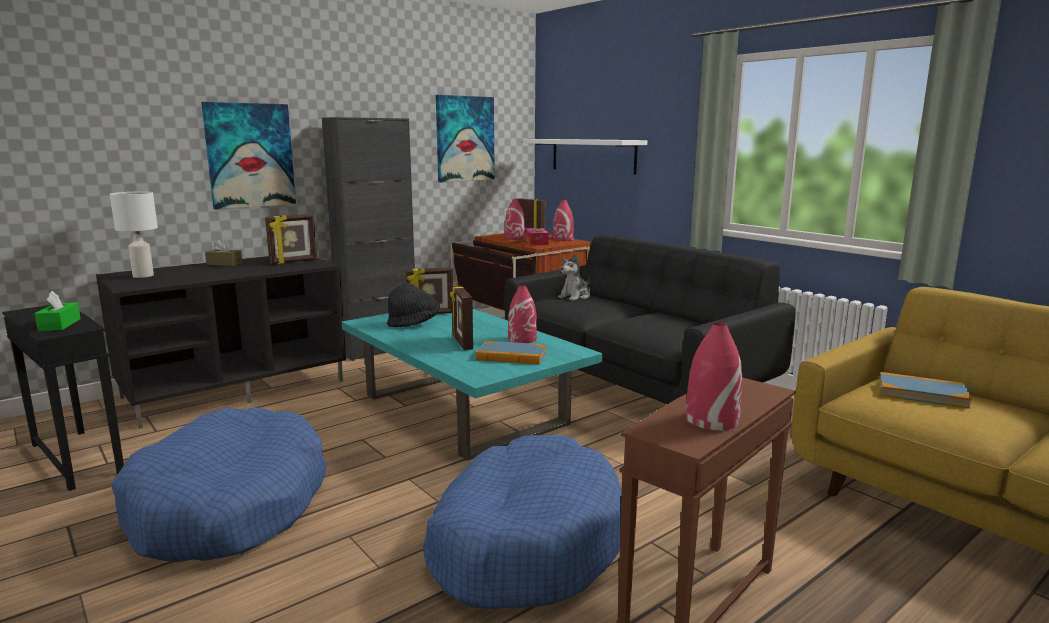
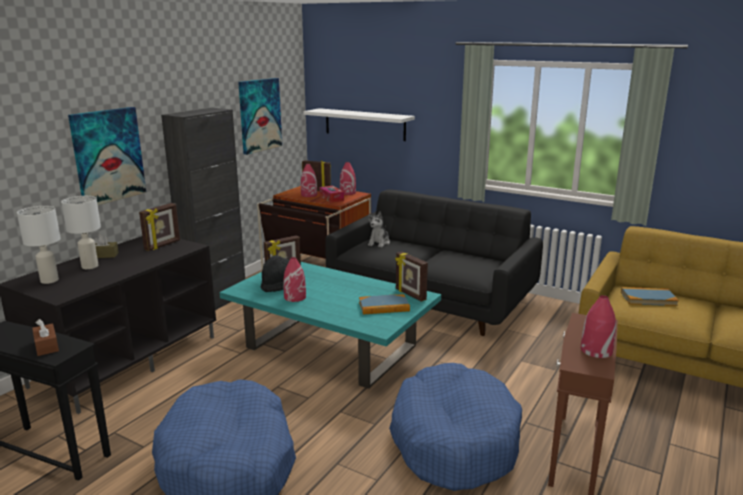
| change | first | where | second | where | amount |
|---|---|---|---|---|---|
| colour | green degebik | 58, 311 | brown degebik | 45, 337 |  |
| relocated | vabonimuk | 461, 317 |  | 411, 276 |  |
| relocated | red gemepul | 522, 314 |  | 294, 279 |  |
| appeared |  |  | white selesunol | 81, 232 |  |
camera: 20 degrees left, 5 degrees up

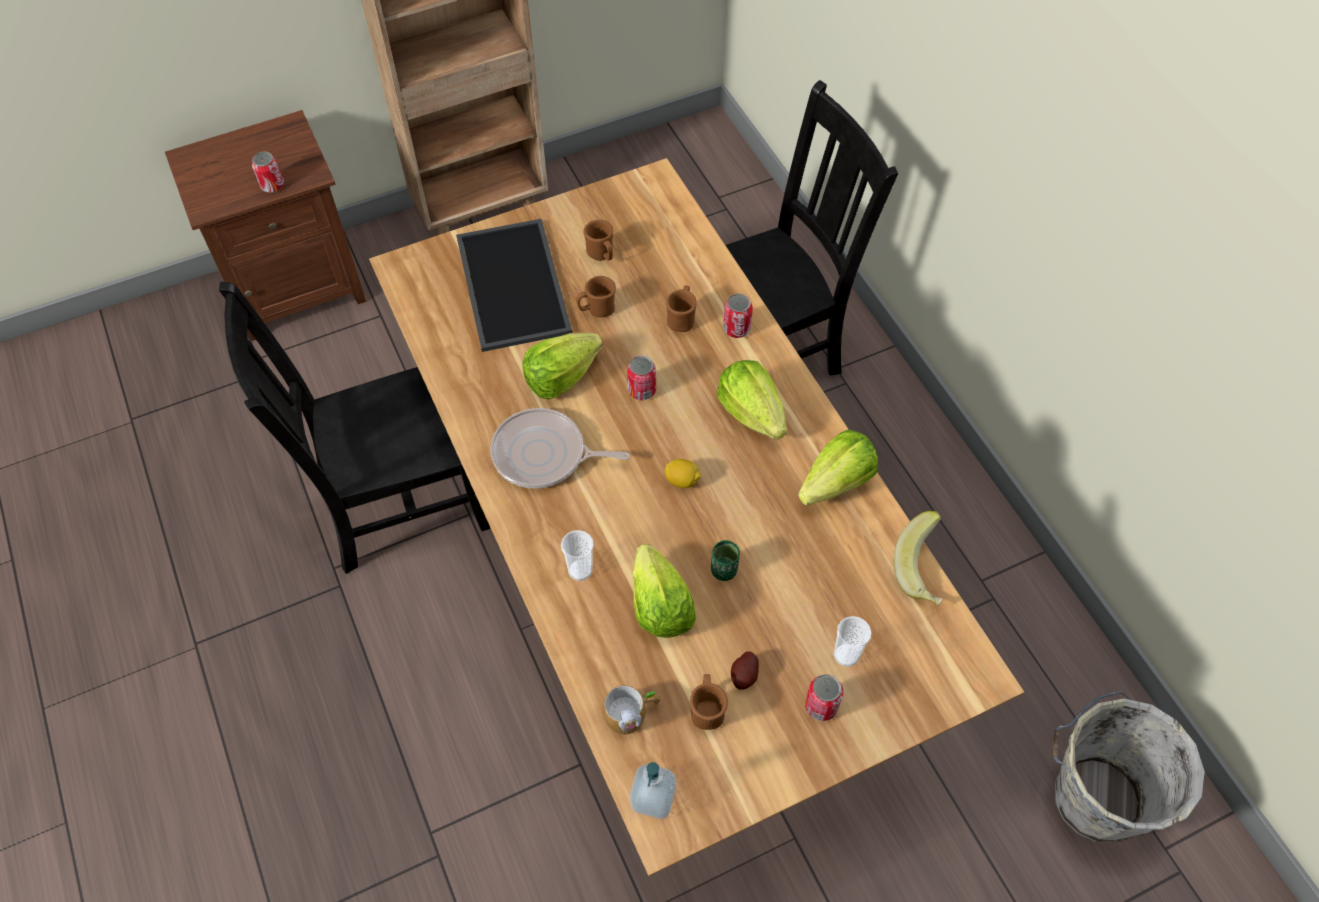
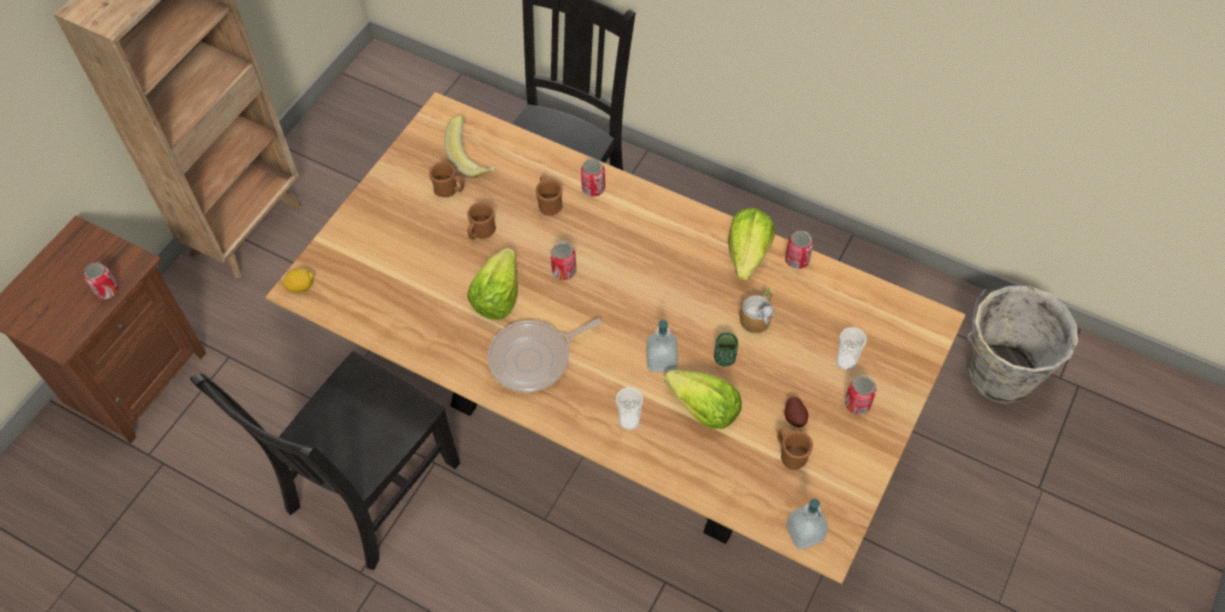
| change | first | where | second | where | amount |
|---|---|---|---|---|---|
| missing | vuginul | 514, 285 |  |  |  |
| relocated | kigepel | 631, 710 |  | 757, 311 |  |
| relocated | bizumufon | 683, 473 |  | 298, 280 |  |
| missing | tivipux | 752, 399 |  |  |  |
| relocated | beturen | 918, 558 |  | 469, 146 |  |
| appeared |  |  | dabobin | 662, 346 |  |
| appeared |  |  | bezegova | 799, 250 |  |
camera: 35 degrees left, 0 degrees up

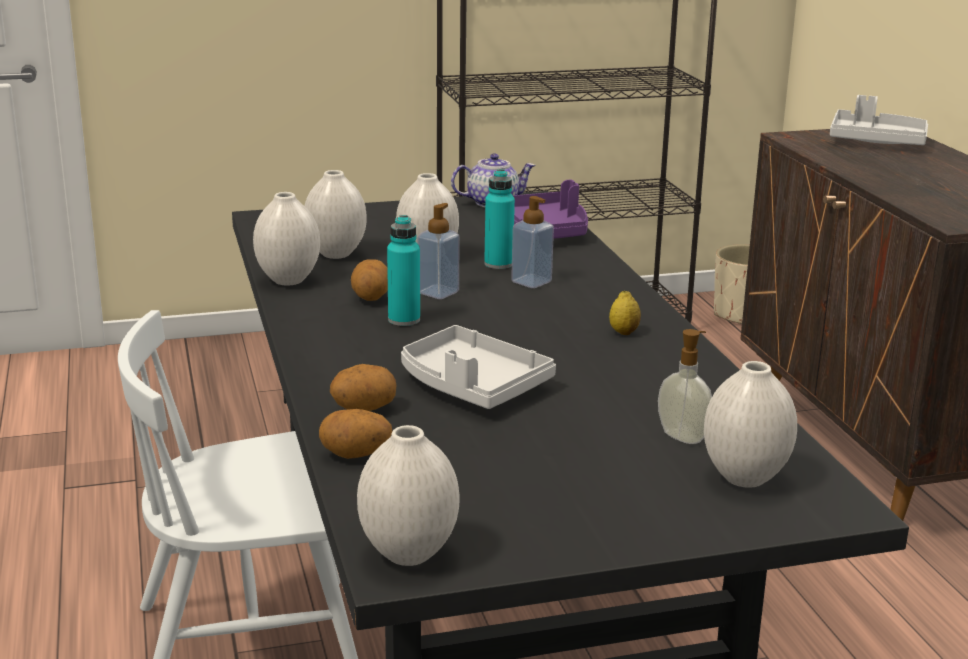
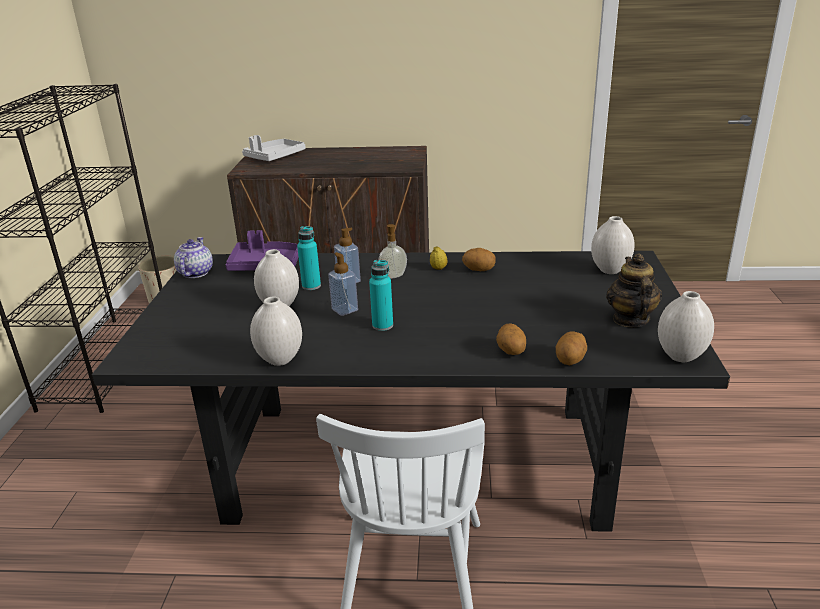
| change | first | where | second | where | amount |
|---|---|---|---|---|---|
| missing | white gemepul | 336, 214 |  |  |  |
| relocated | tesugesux | 369, 280 |  | 479, 259 |  |
| missing | grey vuginul | 478, 367 |  |  |  |
| relocated | dabobin | 685, 386 |  | 392, 251 |  |
| appeared |  |  | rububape | 634, 290 |  |
camera: 70 degrees left, 5 degrees up

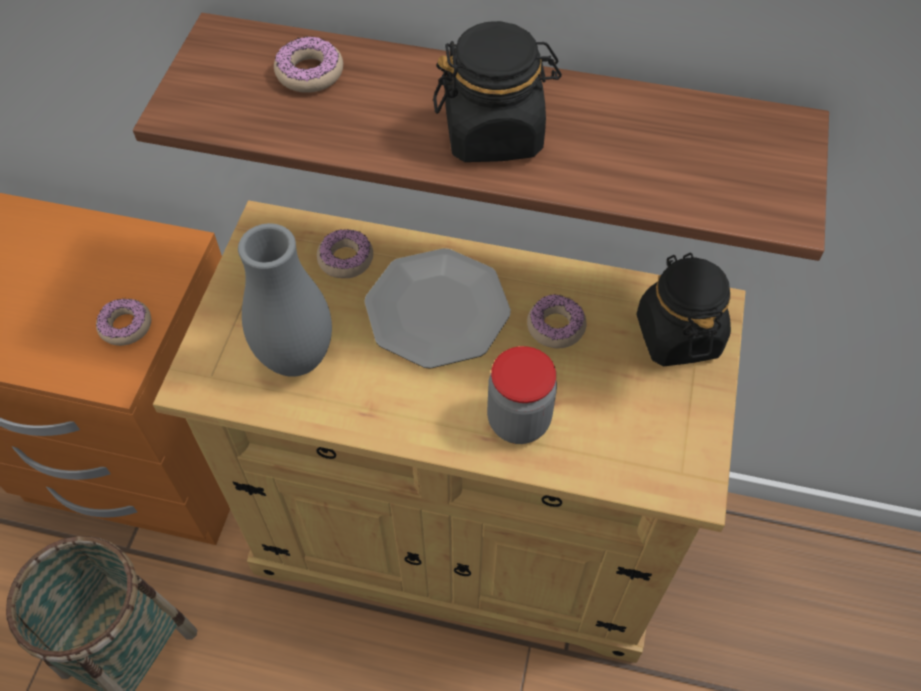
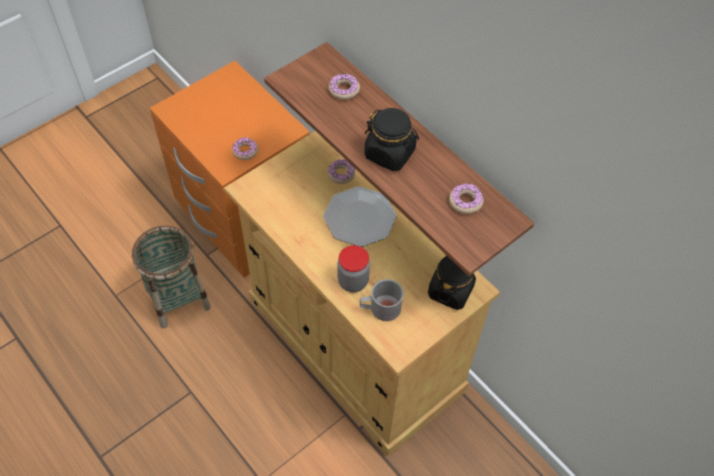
| change | first | where | second | where | amount |
|---|---|---|---|---|---|
| missing | grey gemepul | 285, 300 |  |  |  |
| relocated | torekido | 557, 321 |  | 466, 198 |  |
| appeared |  |  | grey kigepel | 382, 300 |  |
camera: 35 degrees right, 0 degrees up

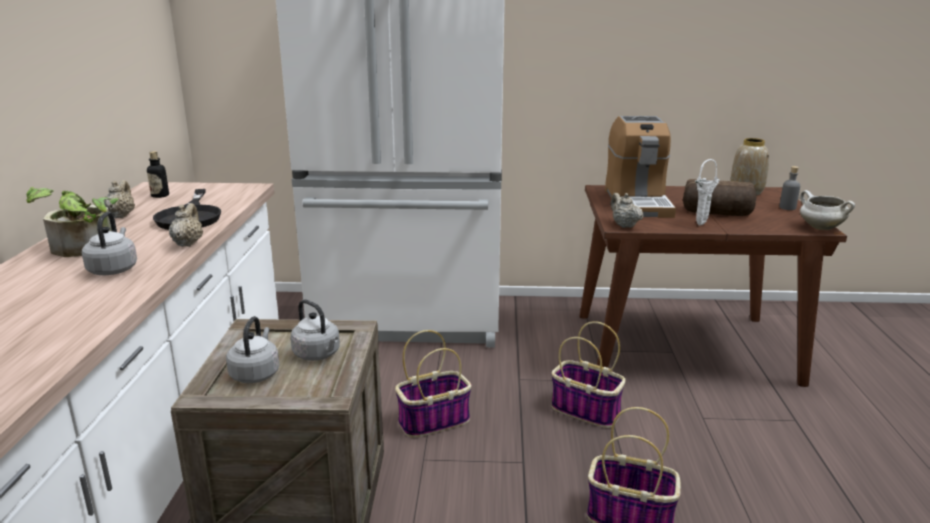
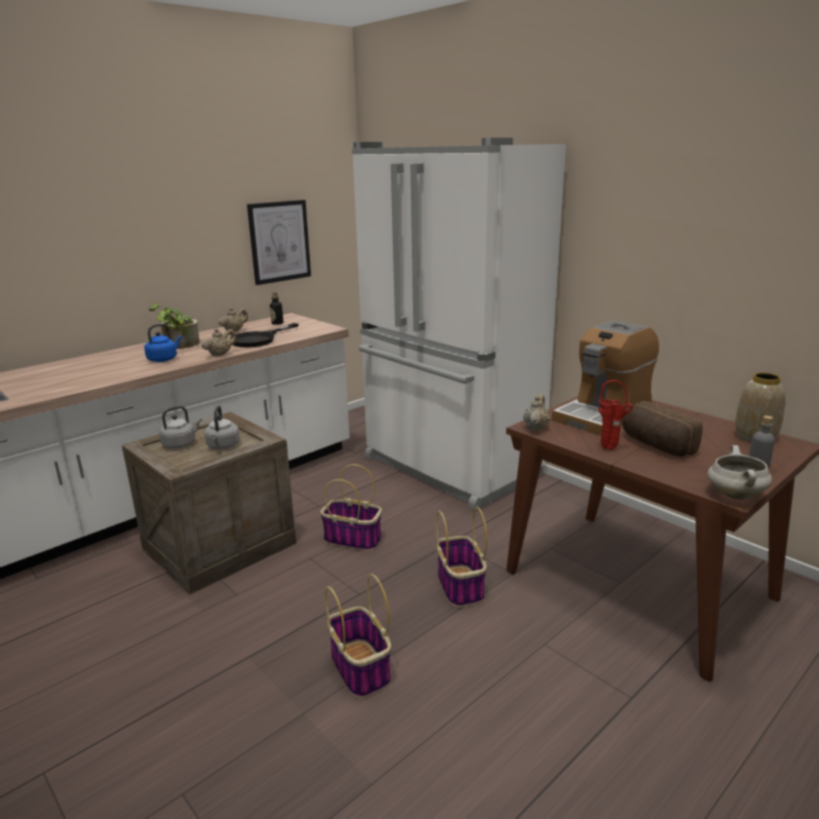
| change | first | where | second | where | amount |
|---|---|---|---|---|---|
| colour | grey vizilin | 109, 243 | blue vizilin | 163, 342 |  |
| colour | white gemepul | 707, 192 | red gemepul | 616, 415 |  |
| appeared |  |  | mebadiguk | 279, 242 |  |
camera: 45 degrees right, 0 degrees up

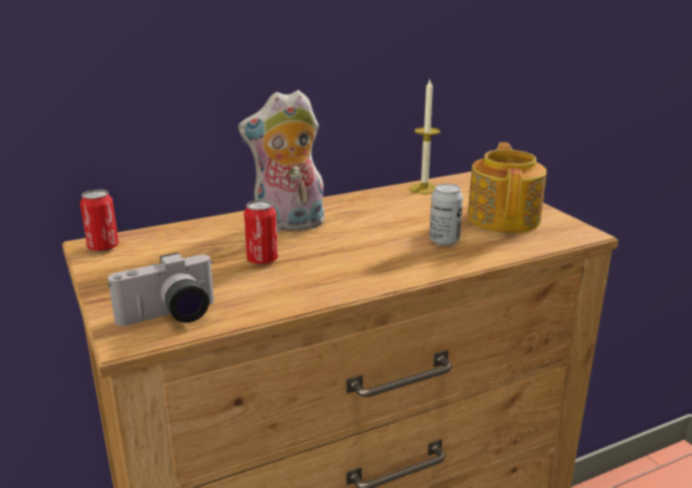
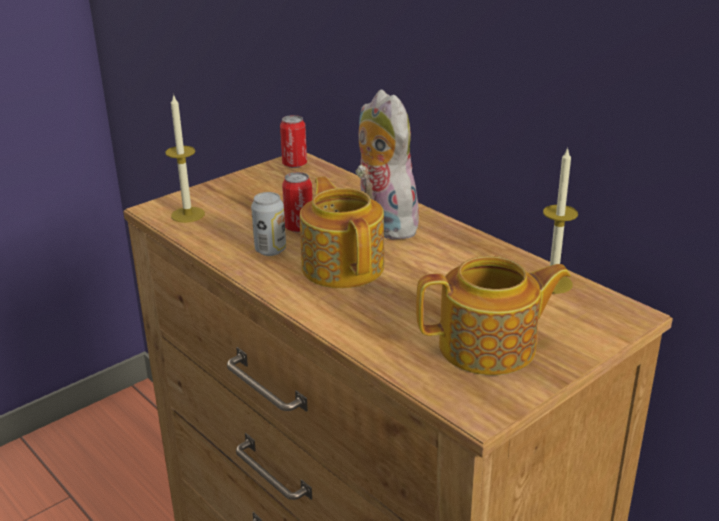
| change | first | where | second | where | amount |
|---|---|---|---|---|---|
| exchanged | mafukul | 161, 289 | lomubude | 185, 158 |  |
| relocated | bezegova | 446, 215 |  | 268, 224 |  |
| appeared |  |  | rububape | 342, 232 |  |
camera: 75 degrees right, 5 degrees up

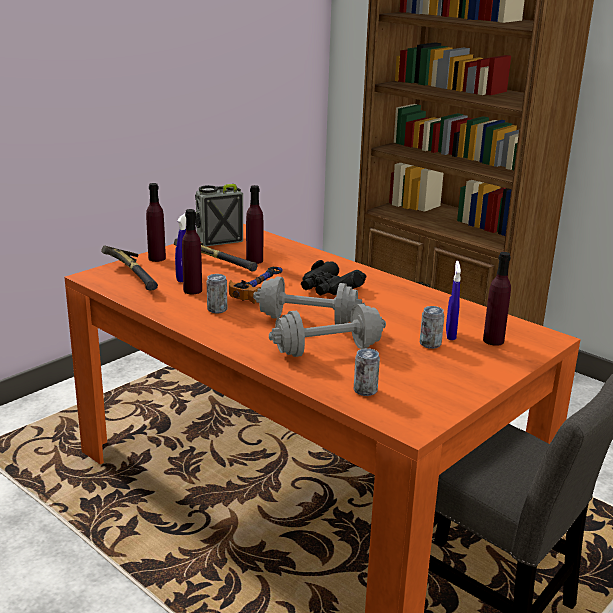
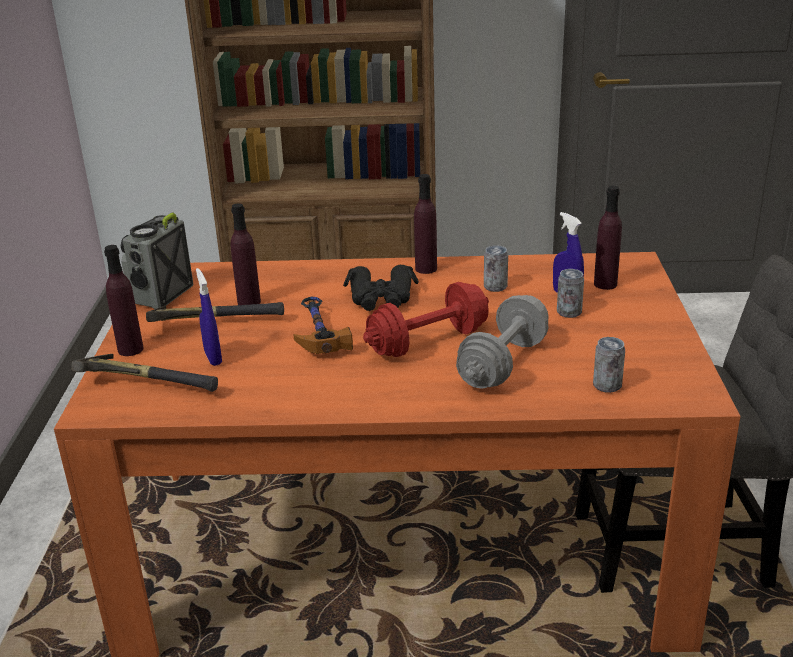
| change | first | where | second | where | amount |
|---|---|---|---|---|---|
| relocated | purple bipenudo | 192, 251 |  | 425, 224 |  |
| relocated | bezegova | 217, 293 |  | 496, 268 |  |
| colour | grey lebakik | 309, 300 | red lebakik | 426, 319 |  |
camera: 40 degrees left, 5 degrees up

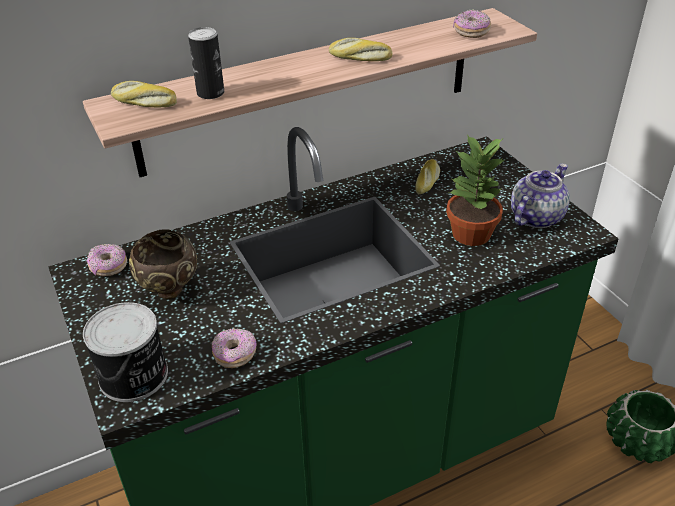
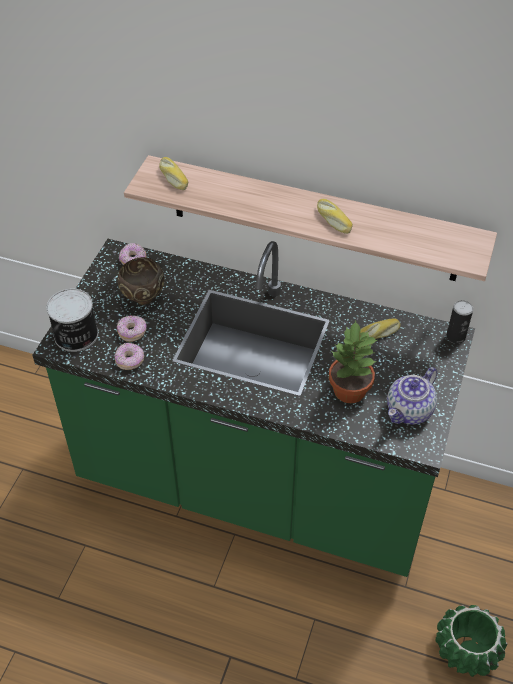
| change | first | where | second | where | amount |
|---|---|---|---|---|---|
| relocated | bezegova | 206, 63 |  | 459, 322 |  |
| relocated | torekido | 472, 24 |  | 132, 328 |  |
| spun | rububape | 540, 196 |  | 412, 396 | 135 degrees clockwise |
camera: 45 degrees right, 10 degrees up

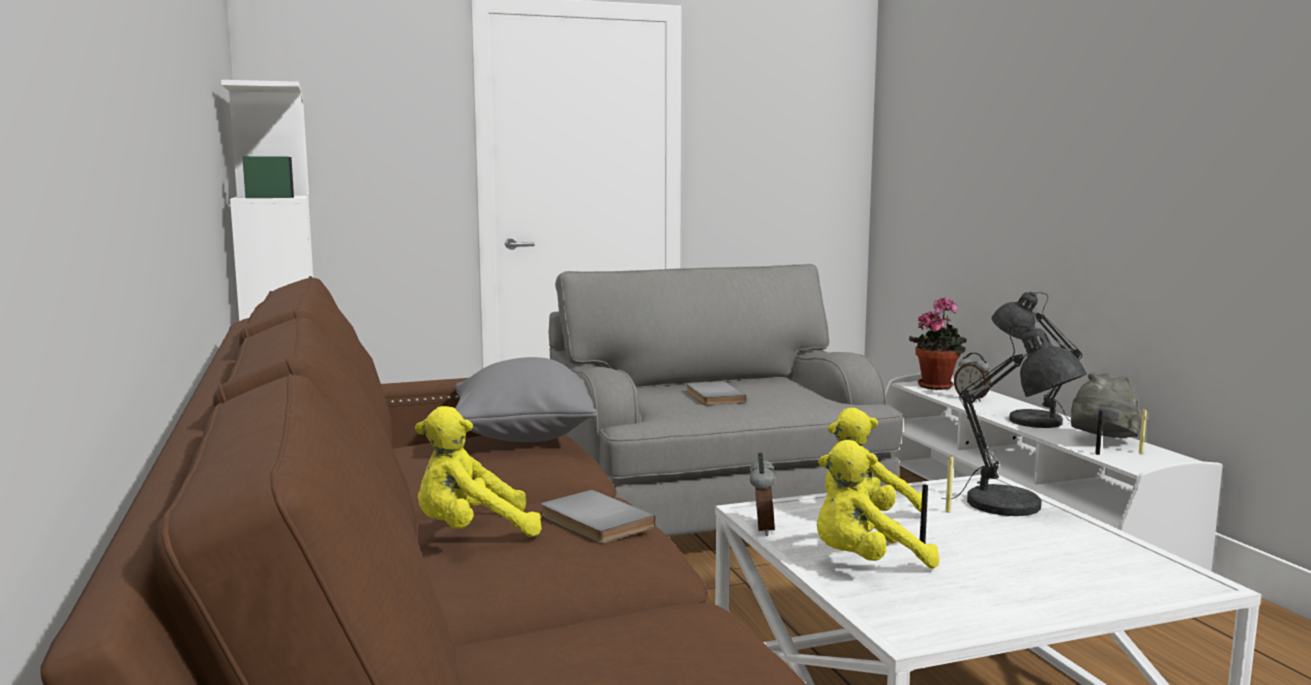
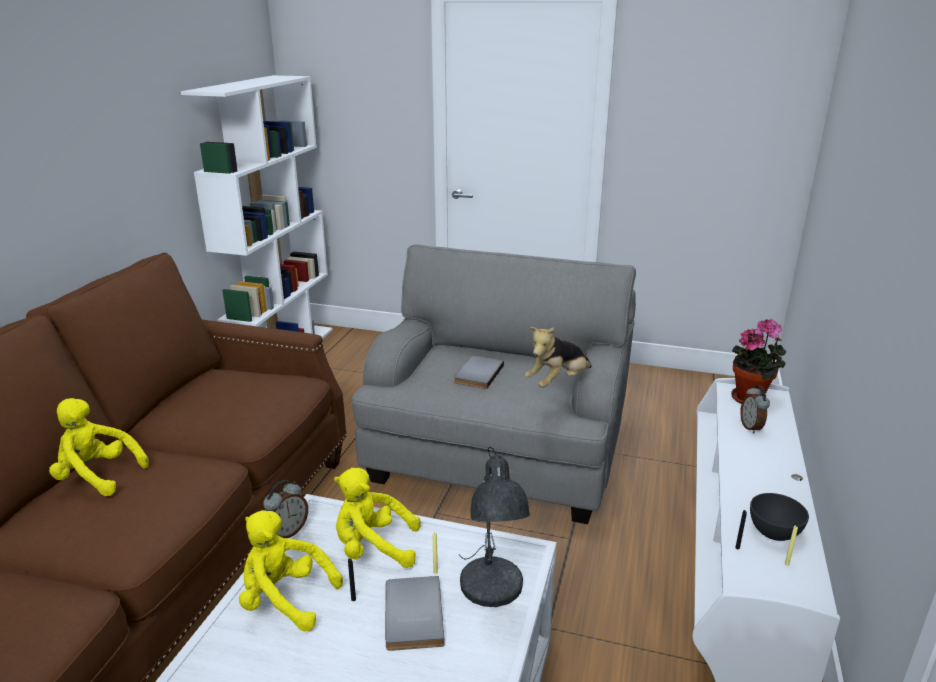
| change | first | where | second | where | amount |
|---|---|---|---|---|---|
| missing | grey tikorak | 526, 399 |  |  |  |
| relocated | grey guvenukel | 598, 517 |  | 415, 613 |  |
| missing | grey selesunol | 1036, 360 |  |  |  |
| exchanged | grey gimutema | 1106, 405 | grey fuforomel | 779, 517 |  |
| appeared |  |  | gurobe | 558, 357 |  |
camera: 35 degrees right, 15 degrees up

